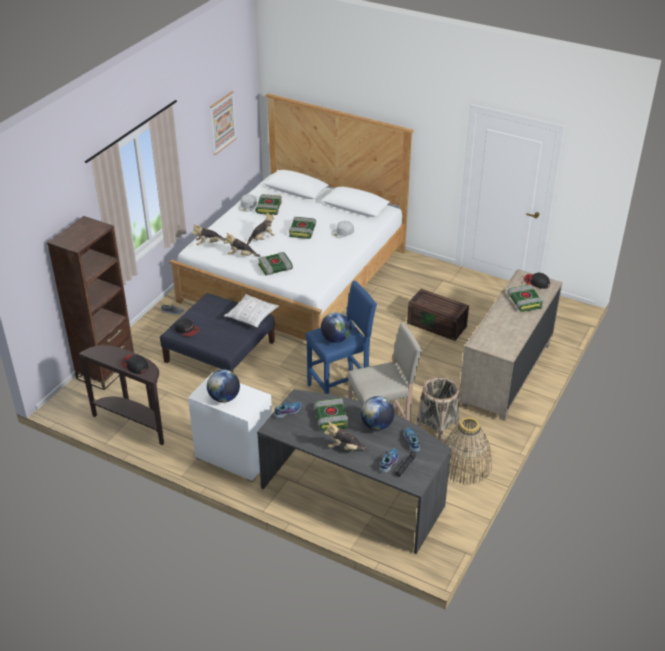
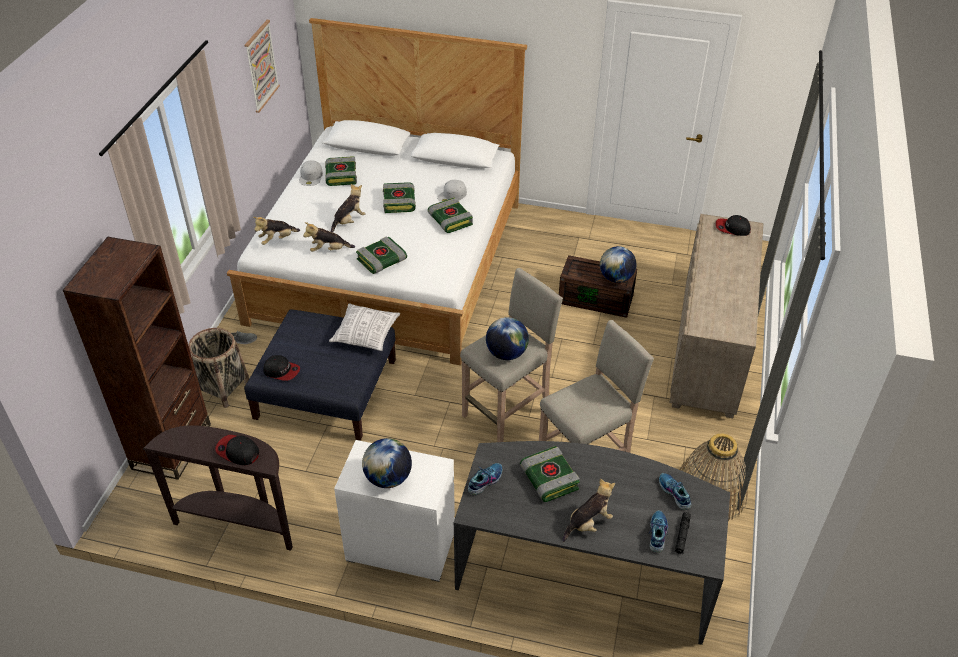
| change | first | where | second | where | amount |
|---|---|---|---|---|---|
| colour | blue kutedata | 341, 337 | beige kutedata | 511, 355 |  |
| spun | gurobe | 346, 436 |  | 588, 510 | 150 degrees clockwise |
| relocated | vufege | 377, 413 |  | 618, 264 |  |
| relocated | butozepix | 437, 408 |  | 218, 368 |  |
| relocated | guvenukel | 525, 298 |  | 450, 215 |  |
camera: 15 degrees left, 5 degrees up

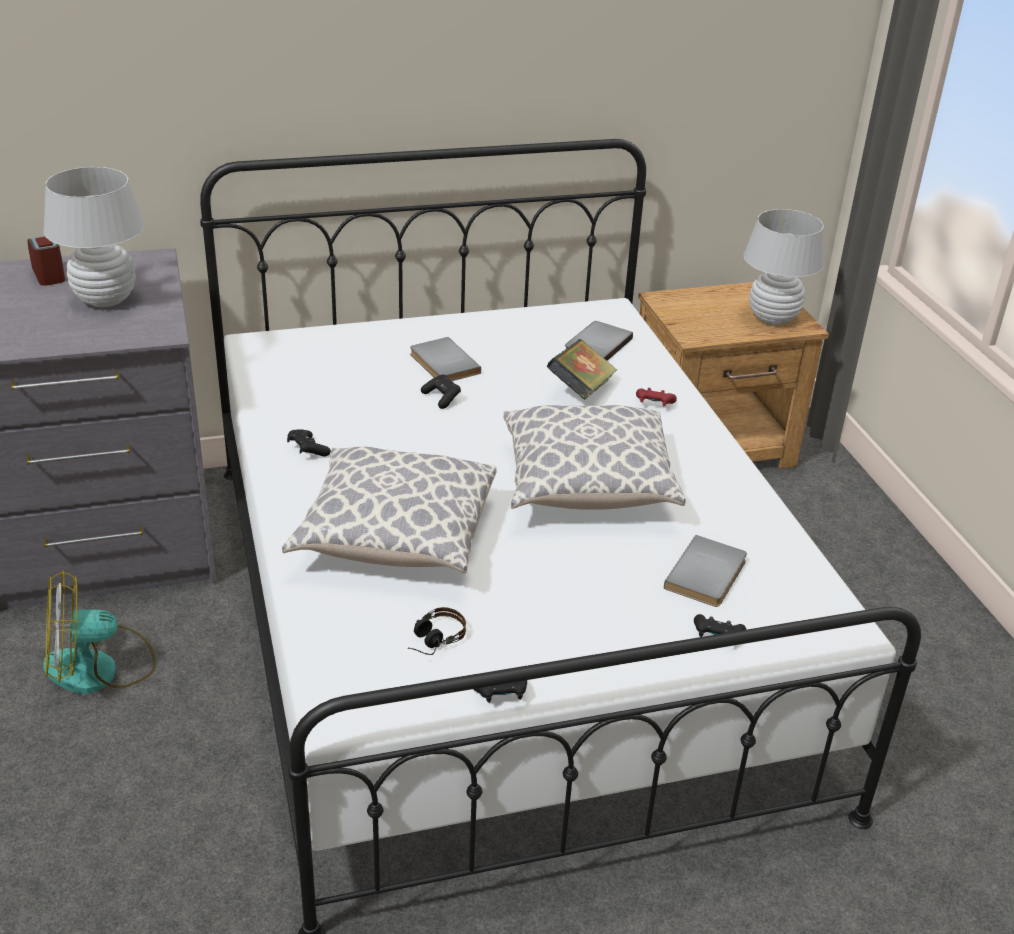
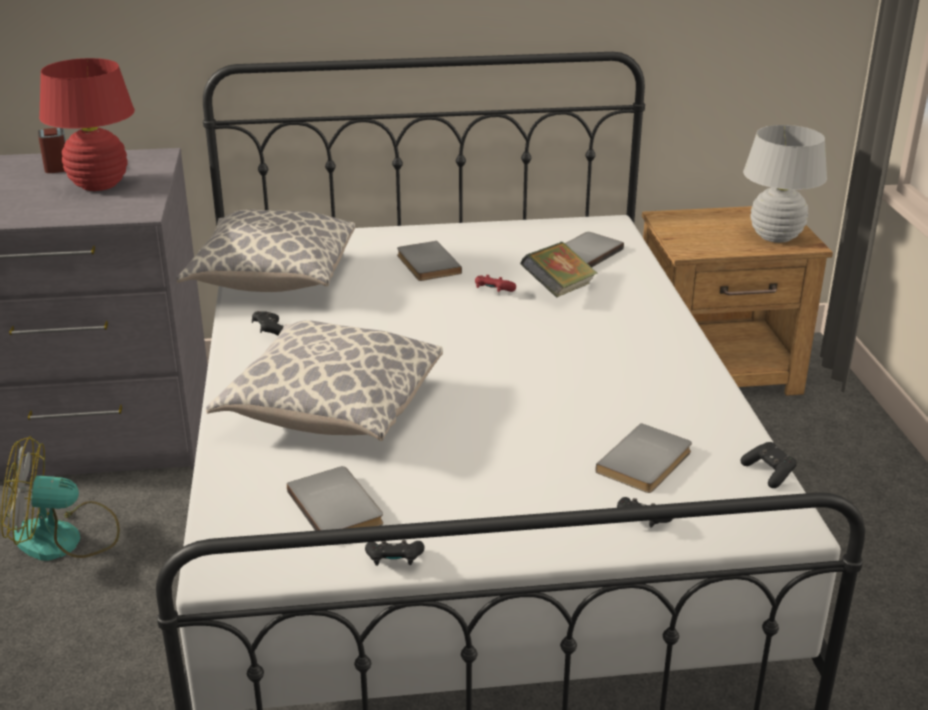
| change | first | where | second | where | amount |
|---|---|---|---|---|---|
| colour | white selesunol | 93, 237 | red selesunol | 87, 124 |  |
| exchanged | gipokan | 437, 631 | grey guvenukel | 335, 498 |  |
| relocated | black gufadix | 441, 391 |  | 768, 465 |  |
| relocated | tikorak | 594, 457 |  | 266, 251 |  |
| relocated | red gufadix | 656, 397 |  | 495, 283 |  |
camera: 10 degrees right, 5 degrees down

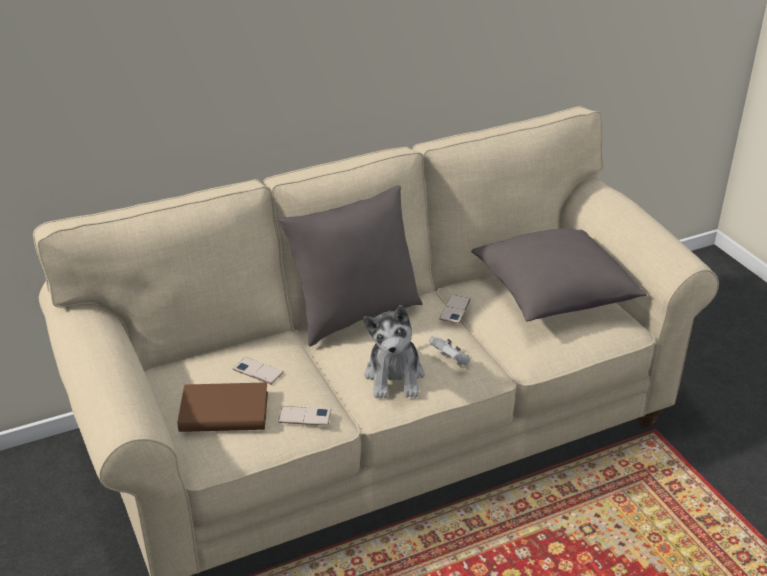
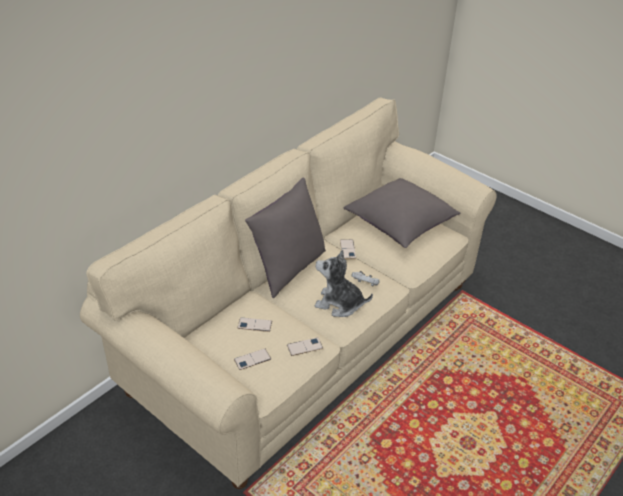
| change | first | where | second | where | amount |
|---|---|---|---|---|---|
| exchanged | brown guvenukel | 223, 407 | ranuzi | 252, 359 |  |
| spun | gurobe | 394, 351 |  | 344, 283 | 135 degrees clockwise |
camera: 25 degrees left, 5 degrees up

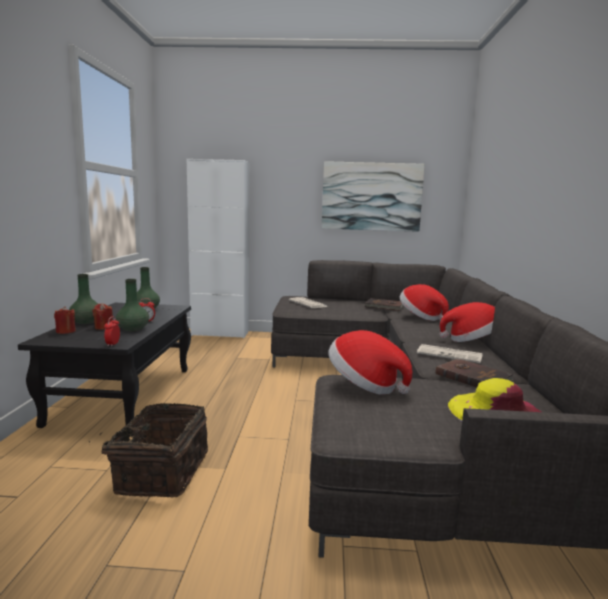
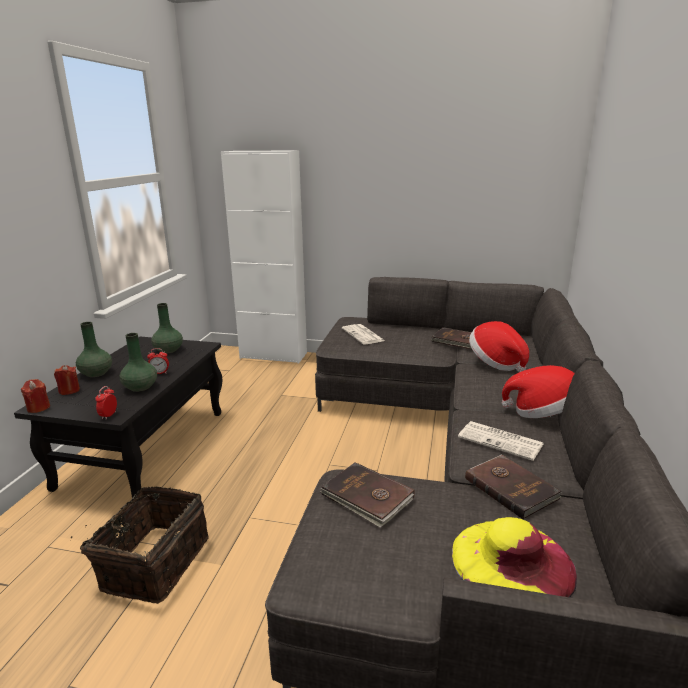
| change | first | where | second | where | amount |
|---|---|---|---|---|---|
| relocated | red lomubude | 102, 316 |  | 35, 396 |  |
| missing | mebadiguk | 373, 196 |  |  |  |
| exchanged | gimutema | 370, 362 | brown guvenukel | 367, 495 |  |
camera: 10 degrees right, 10 degrees up

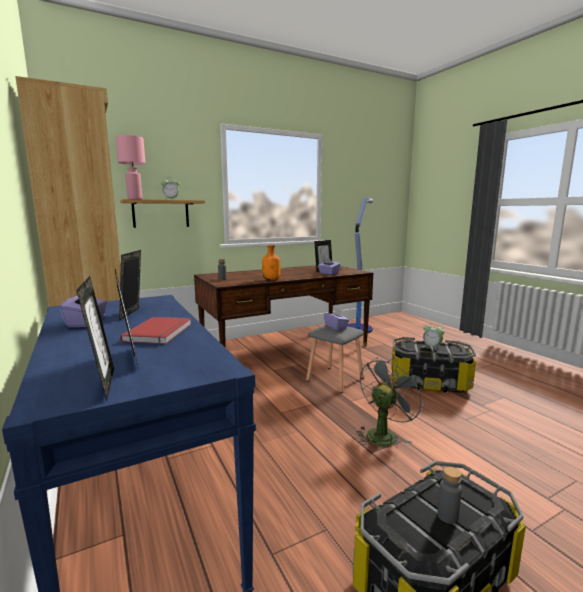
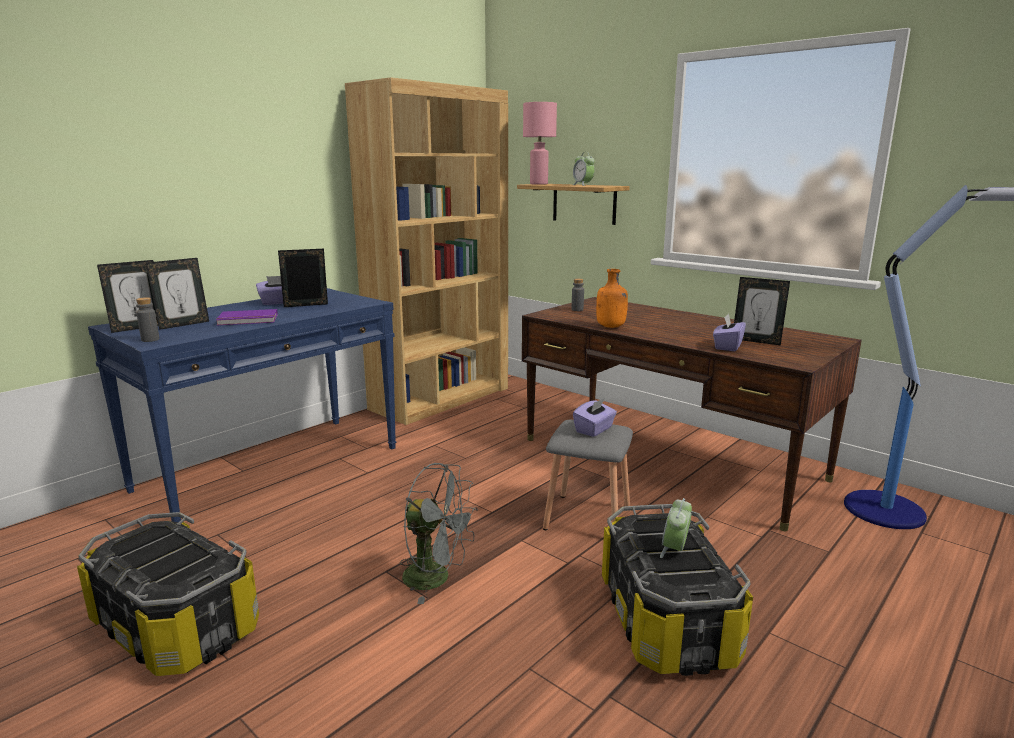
| change | first | where | second | where | amount |
|---|---|---|---|---|---|
| colour | red guvenukel | 155, 330 | purple guvenukel | 247, 317 |  |
| relocated | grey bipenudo | 449, 495 |  | 147, 319 |  |
camera: 70 degrees right, 5 degrees up

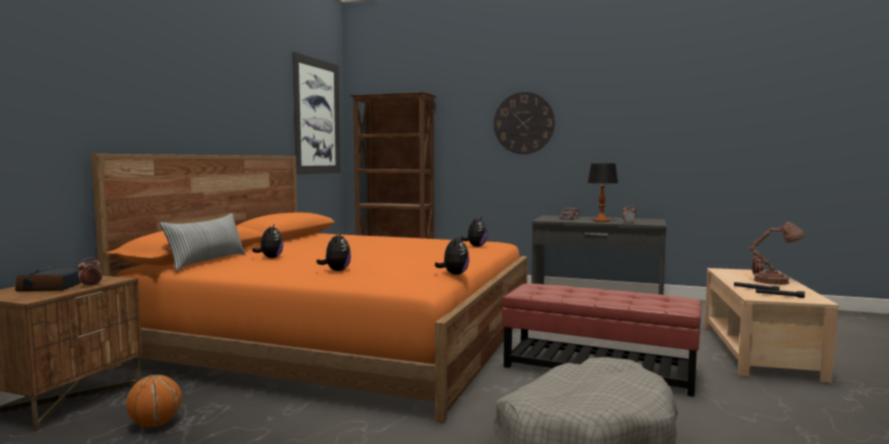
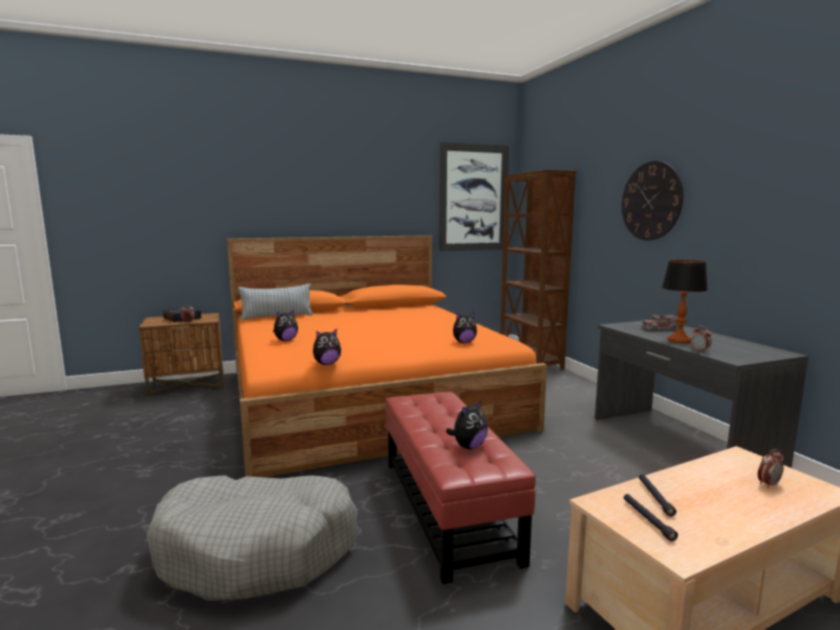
| change | first | where | second | where | amount |
|---|---|---|---|---|---|
| missing | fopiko | 154, 401 |  |  |  |
| relocated | gurobe | 268, 241 |  | 467, 424 |  |
| missing | brown selesunol | 777, 253 |  |  |  |
camera: 50 degrees right, 5 degrees up

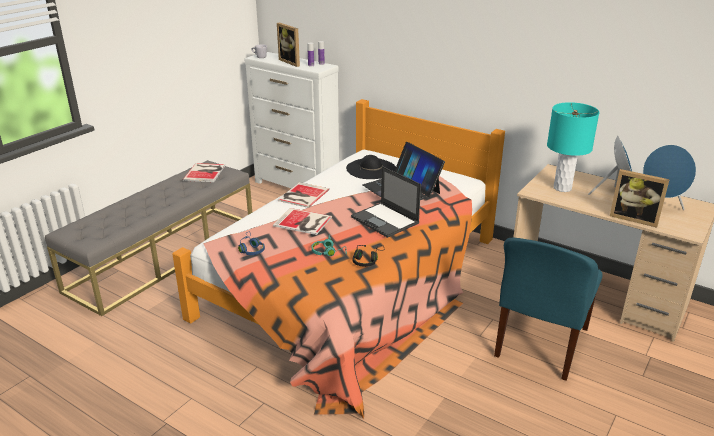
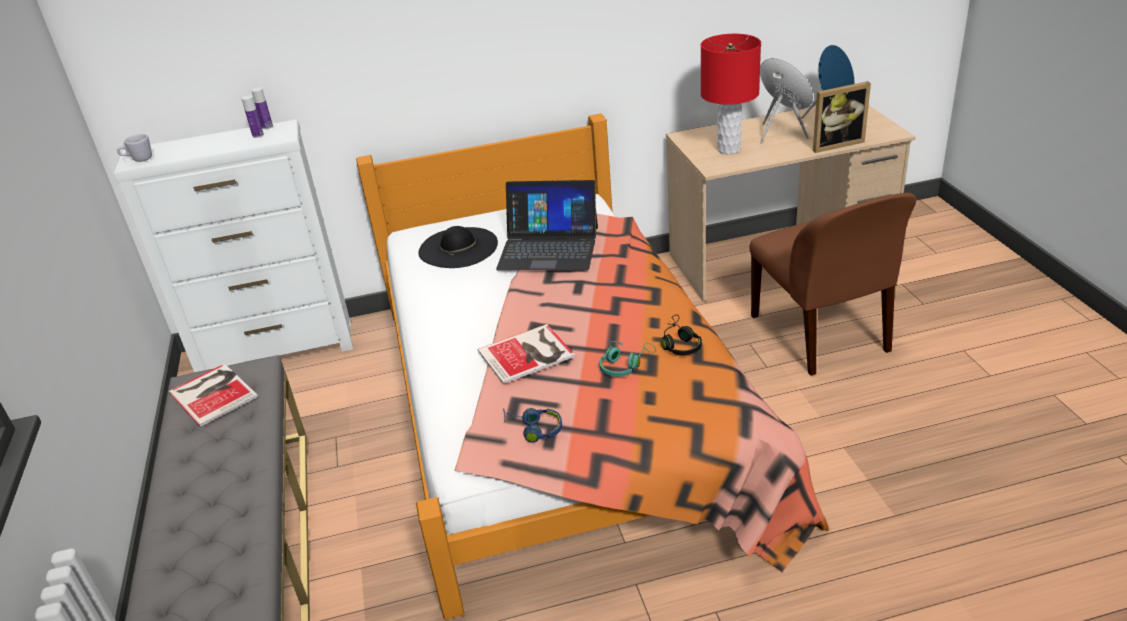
| change | first | where | second | where | amount |
|---|---|---|---|---|---|
| missing | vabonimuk | 288, 45 |  |  |  |
| missing | guvenukel | 303, 195 |  |  |  |
| missing | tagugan | 386, 202 |  |  |  |
| colour | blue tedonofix | 548, 309 | brown tedonofix | 832, 284 |  |
| colour | turquoise selesunol | 573, 147 | red selesunol | 731, 94 |  |
camera: 45 degrees left, 5 degrees up

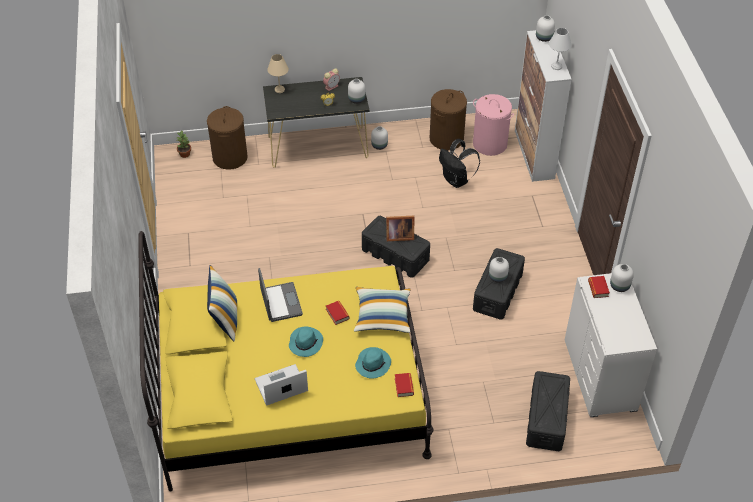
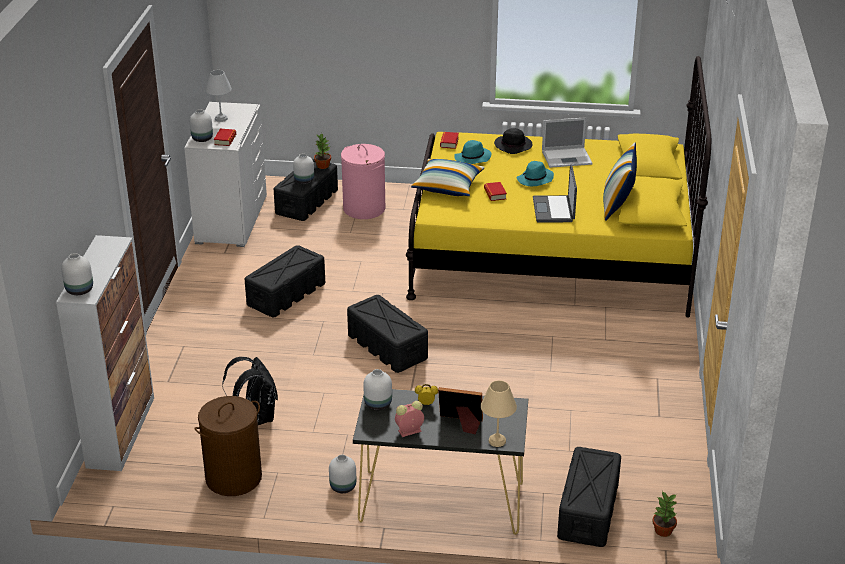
| change | first | where | second | where | amount |
|---|---|---|---|---|---|
| exchanged | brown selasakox | 227, 138 | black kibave | 589, 497 |  |
| relocated | vabonimuk | 400, 228 |  | 460, 411 |  |
| relocated | pink selasakox | 493, 125 |  | 363, 181 |  |
| relocated | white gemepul | 499, 270 |  | 303, 168 |  |
| relocated | white selesunol | 560, 49 |  | 218, 96 |  |
| appeared |  |  | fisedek | 322, 151 |  |
| appeared |  |  | black gimutema | 513, 141 |  |
camera: 165 degrees left, 15 degrees down

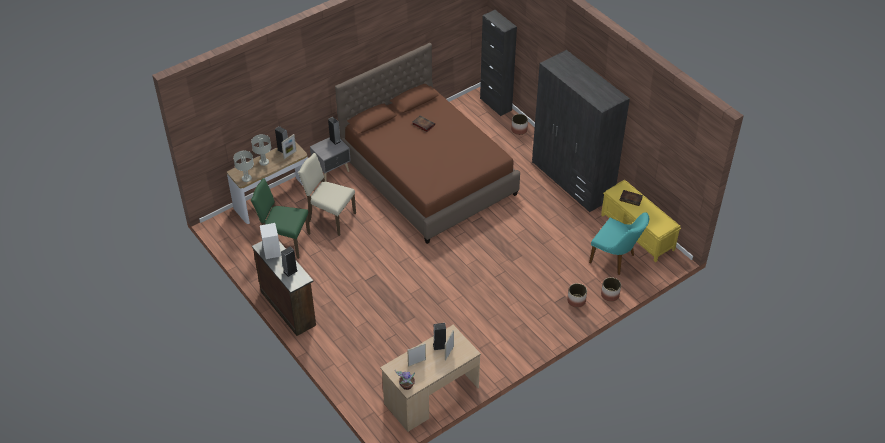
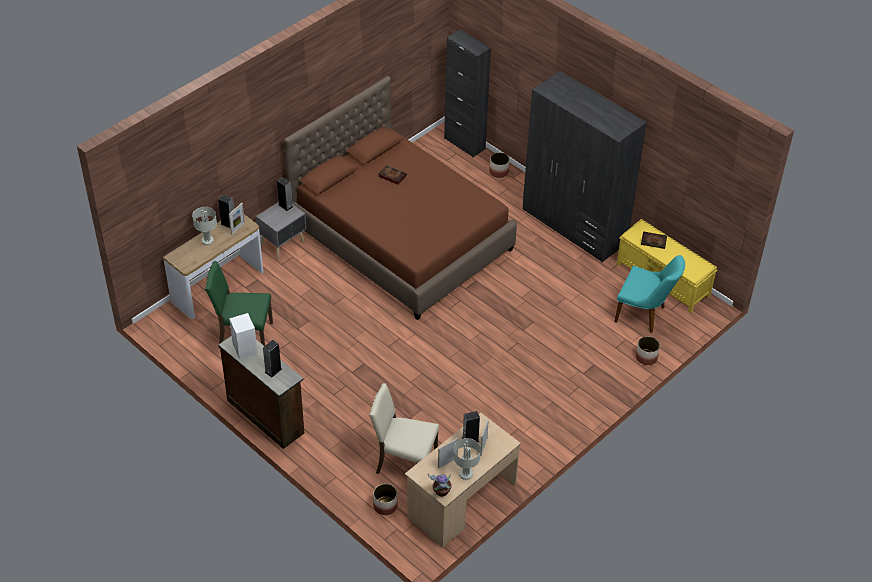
| change | first | where | second | where | amount |
|---|---|---|---|---|---|
| relocated | grey selesunol | 243, 166 |  | 467, 459 |  |
| relocated | beige tedonofix | 327, 194 |  | 404, 428 |  |
| relocated | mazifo | 577, 295 |  | 385, 499 |  |
camera: 10 degrees left, 0 degrees up

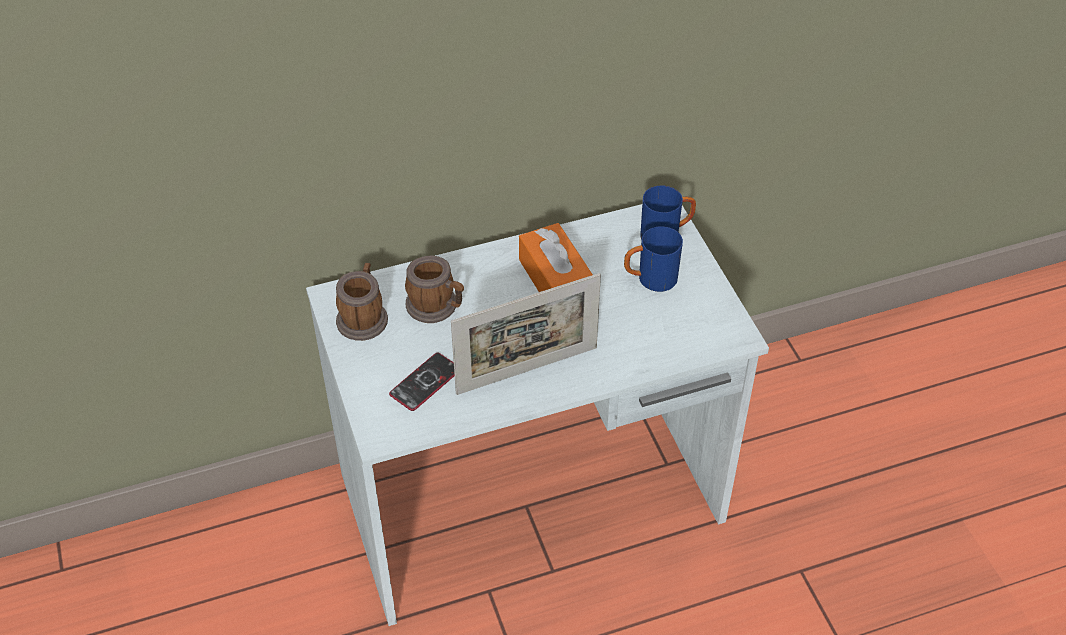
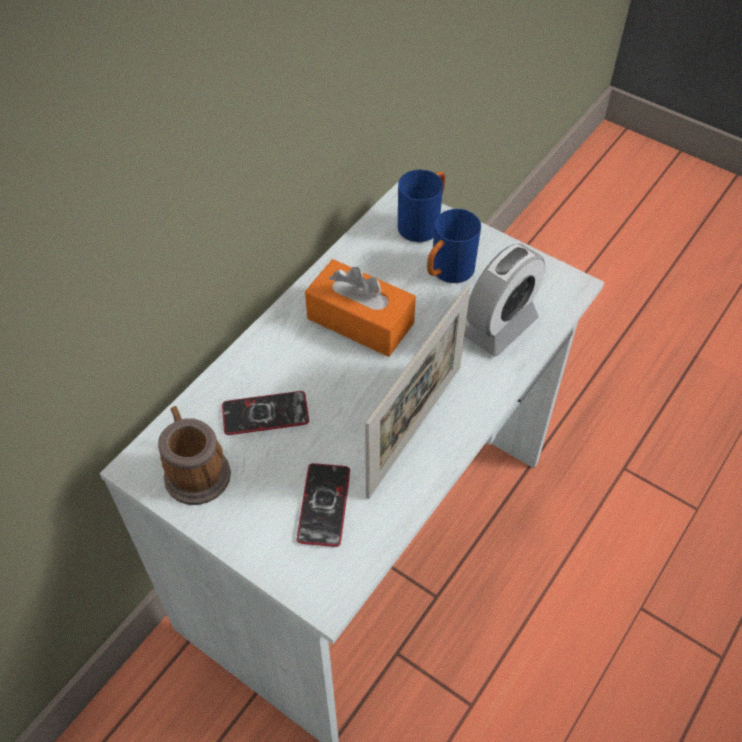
| change | first | where | second | where | amount |
|---|---|---|---|---|---|
| exchanged | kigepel | 434, 289 | ranuzi | 265, 413 |  |
| appeared |  |  | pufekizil | 504, 299 |  |
camera: 35 degrees left, 5 degrees up

